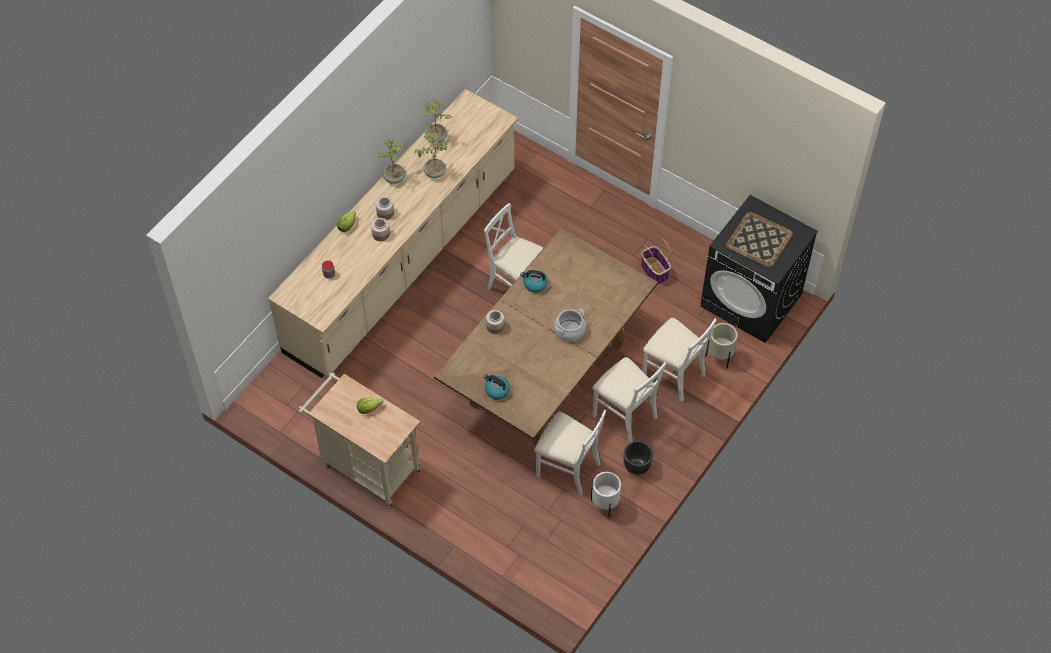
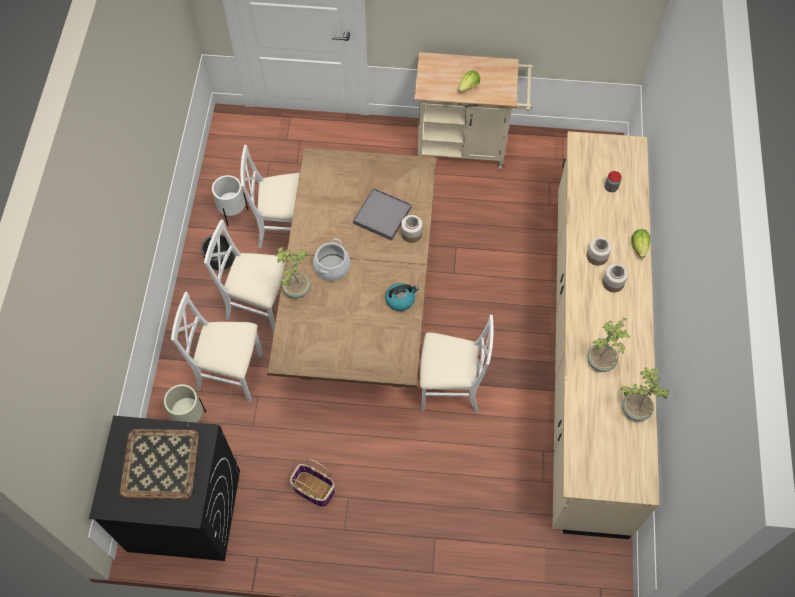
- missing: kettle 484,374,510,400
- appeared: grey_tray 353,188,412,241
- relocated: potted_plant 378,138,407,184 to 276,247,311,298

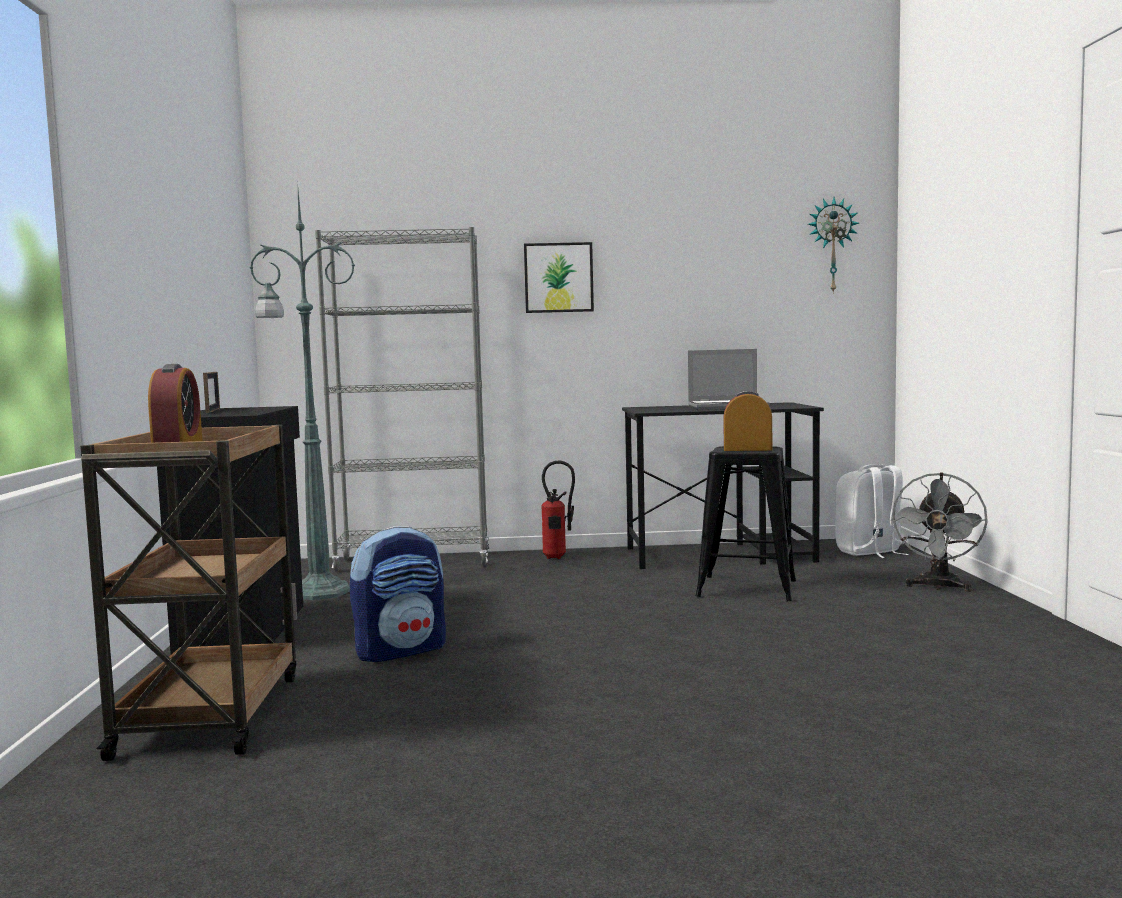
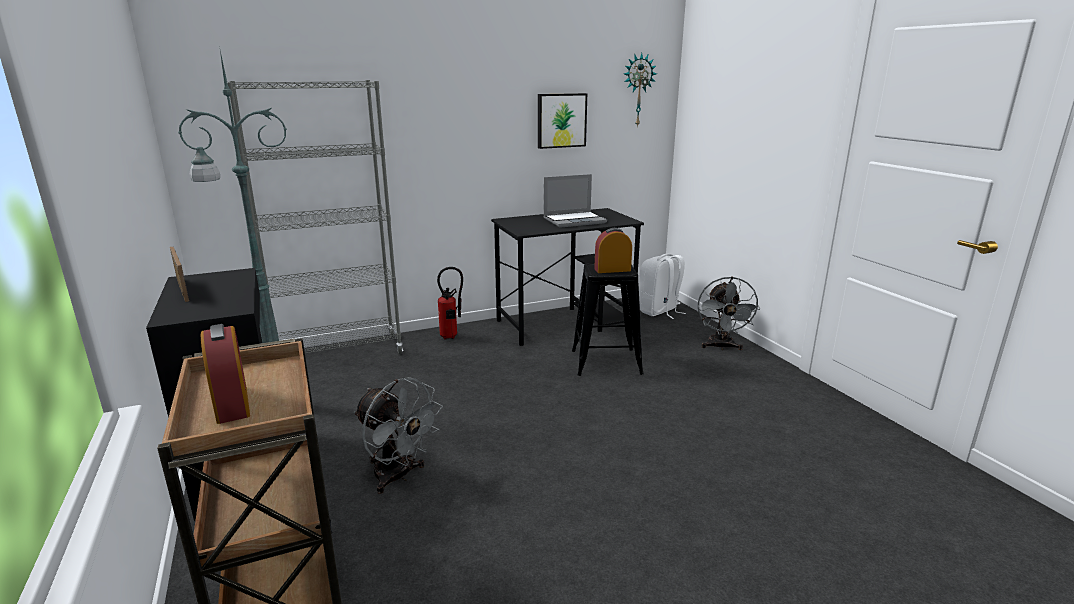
- relocated: picture 524,242,594,313 to 538,93,587,149
- exchanged: backpack 349,526,446,662 to grey_fan 354,377,443,494

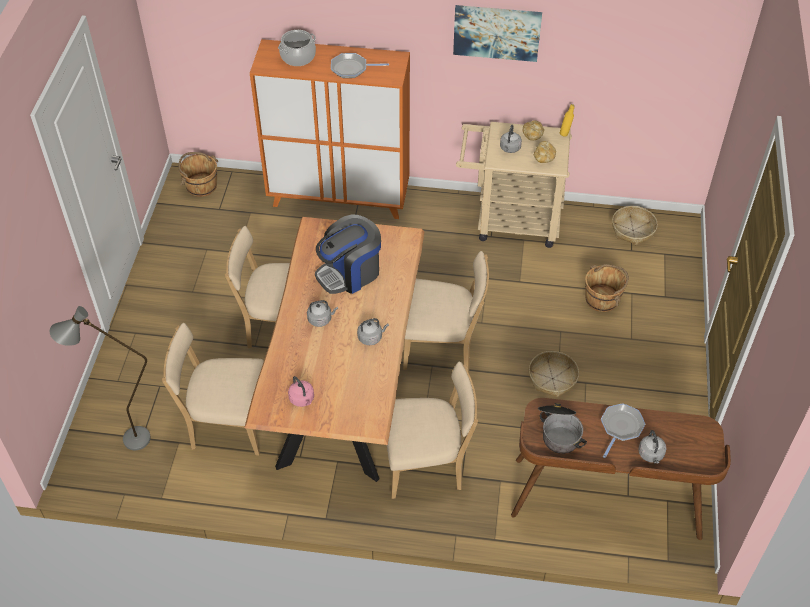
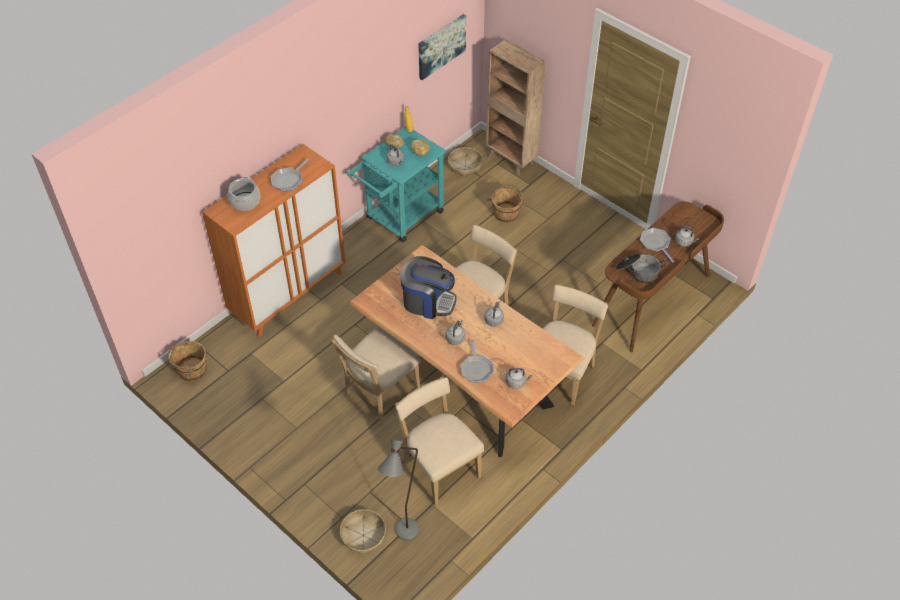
- appeared: frying_pan 461,339,494,383
- appeared: brown_bookcase 486,39,546,176
- relocated: picture 453,5,542,62 to 418,14,466,80
- relocated: basket 529,351,579,398 to 340,509,386,555
- colour: pink_kettle 288,376,314,407 to grey_kettle 505,368,533,389
- colour: beige_cart 456,122,572,248 to turquoise_cart 347,126,447,242
- spun: beige_chair 162,323,264,456 = 395,377,484,506 105 degrees clockwise
- spun: coffee_machine 315,215,381,294 = 400,256,456,319 75 degrees counterclockwise

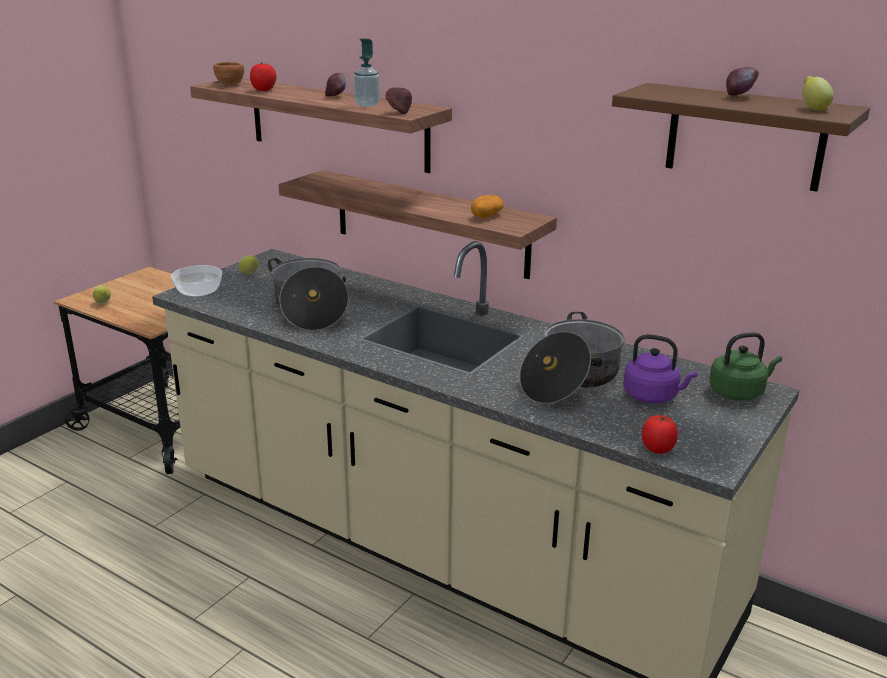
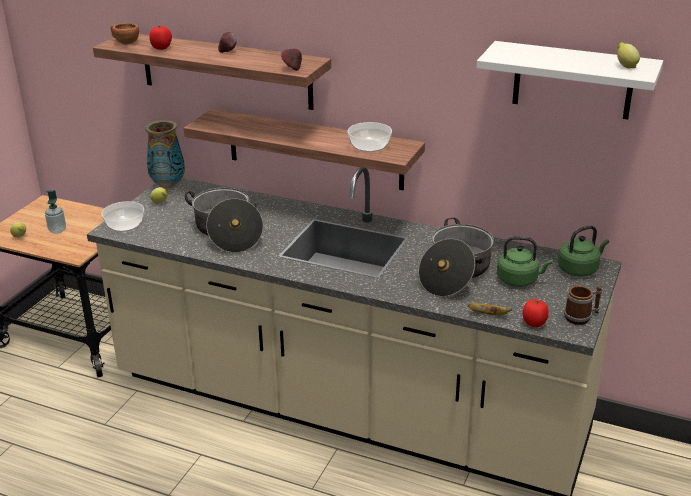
- missing: apple 726,67,759,96
- appeared: vase 145,120,185,188
- appeared: banana 468,303,512,315
- appeared: mug 564,286,602,325
- relocated: soap_dispenser 354,39,380,107 to 45,190,66,234
- exchanged: potato 471,195,504,218 to bowl 347,122,392,152
- colour: brown_shelf 612,83,870,192 to white_shelf 477,41,663,120
- colour: purple_kettle 623,334,698,404 to green_kettle 497,236,553,287

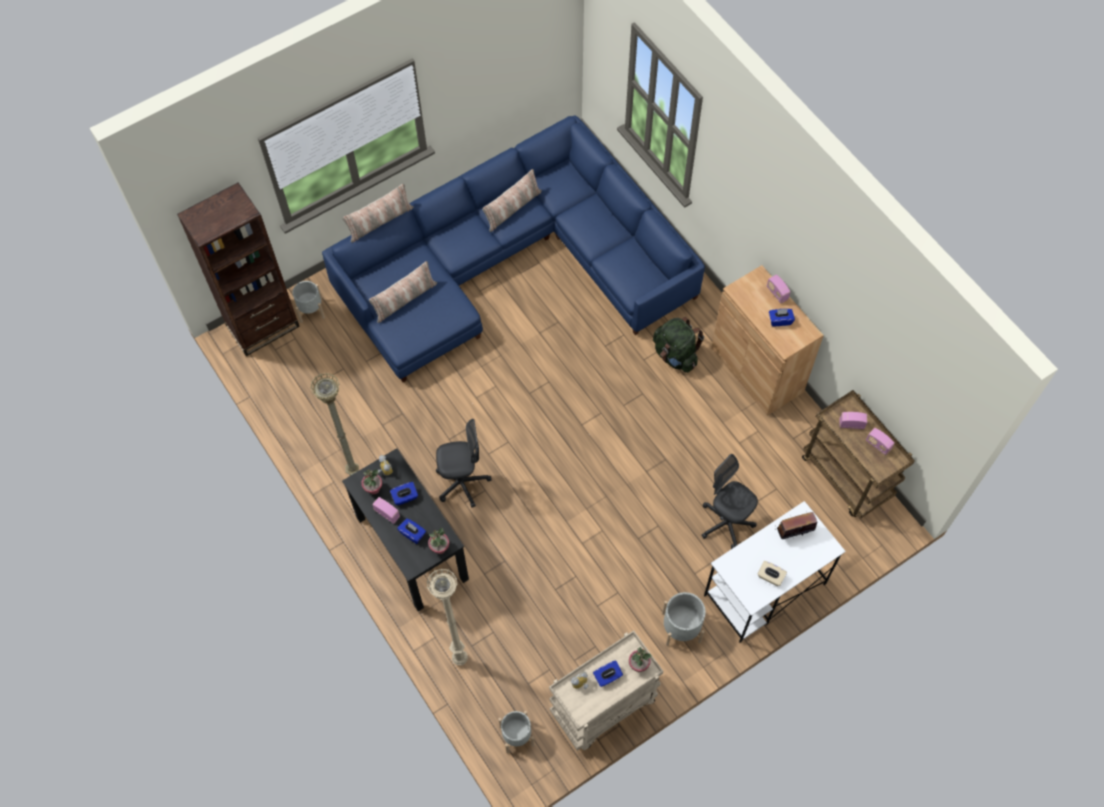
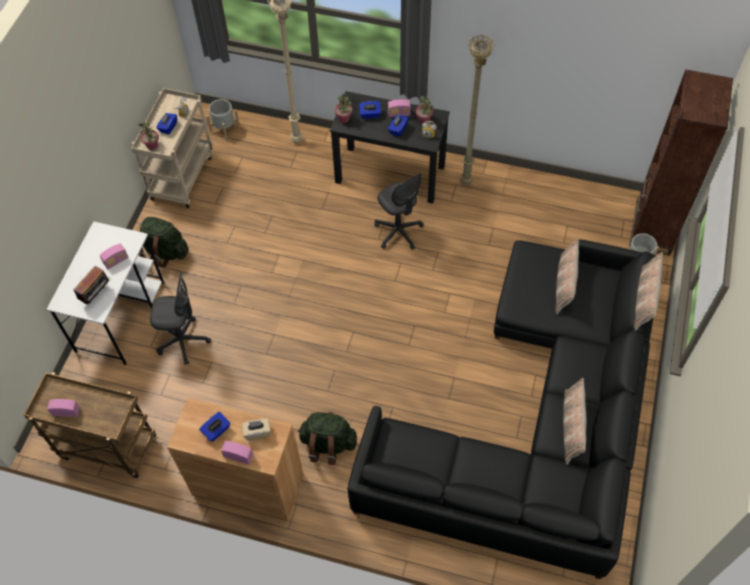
- relocated: beige_tissue_box 757,561,787,586 to 242,418,271,440
- relocated: radio 839,412,867,429 to 100,244,128,269
- exchanged: grey_planter 662,592,706,646 to green_backpack 139,217,189,268
- colour: blue_sofa 322,115,705,382 to black_sofa 348,240,657,579
- spun: grey_office_chair 436,419,492,508 = 374,173,424,250 75 degrees counterclockwise

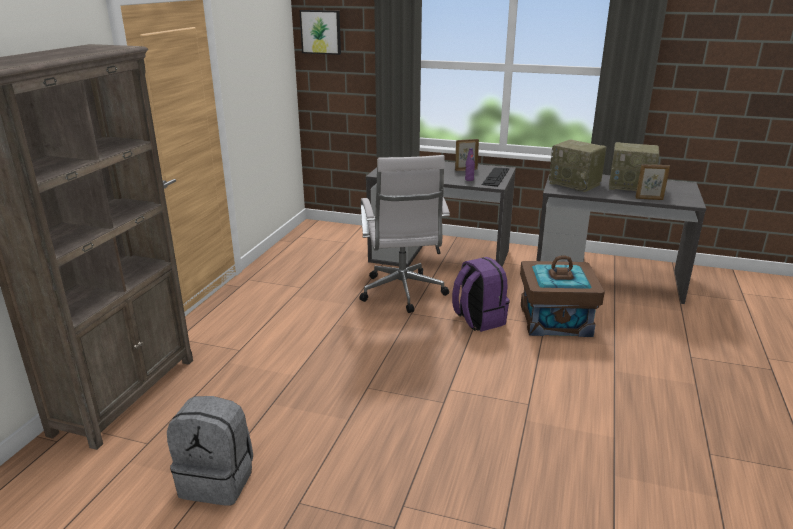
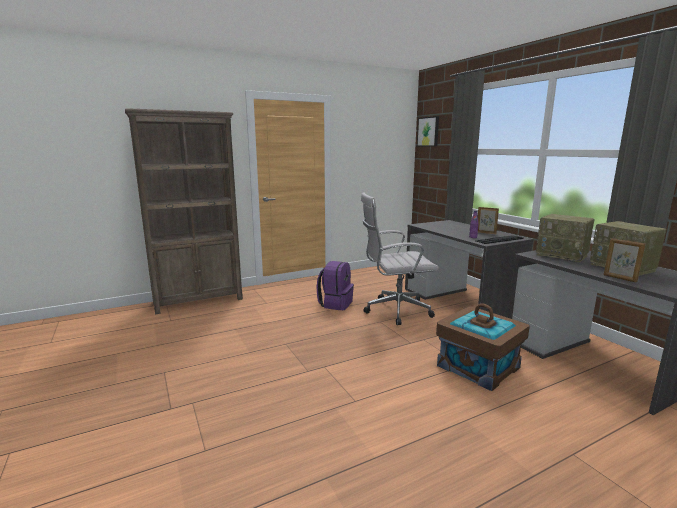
- missing: grey_backpack 167,396,253,506
- relocated: purple_backpack 452,257,510,332 to 317,261,354,310
- spun: white_office_chair 359,155,450,313 = 361,192,439,325 45 degrees clockwise
- spun: radio 549,139,606,192 = 536,214,595,263 45 degrees counterclockwise

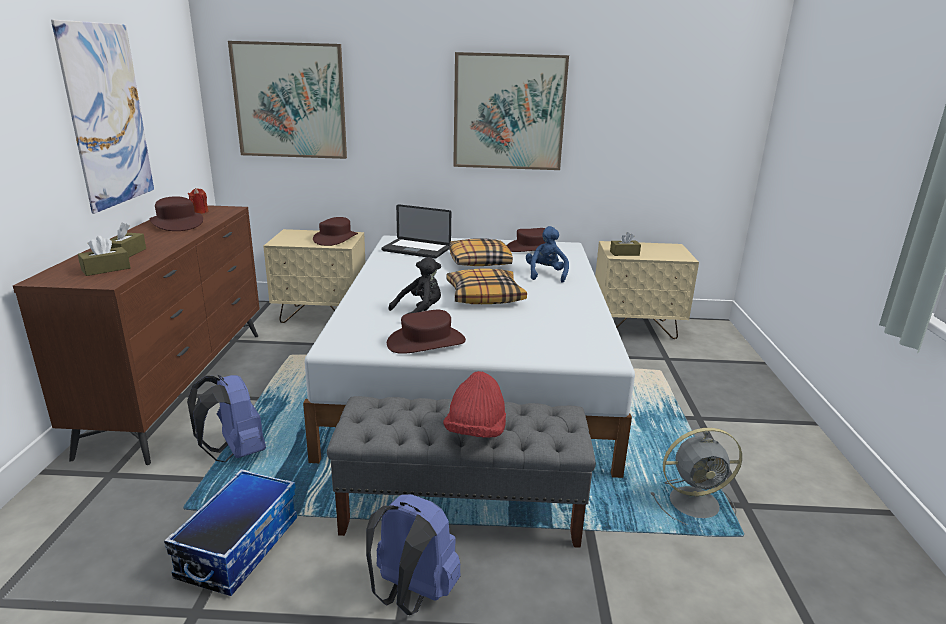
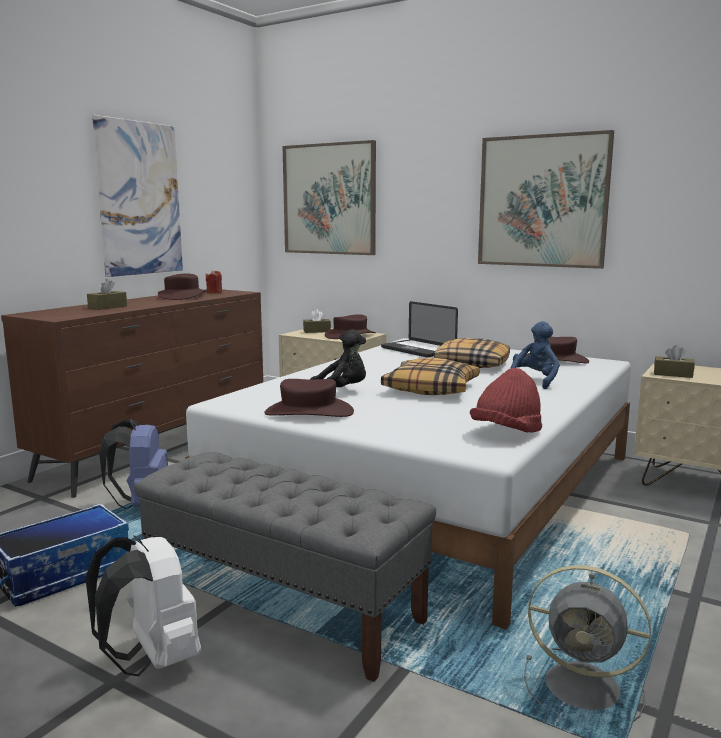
- relocated: brown_tissue_box 78,236,131,276 to 303,309,331,333
- relocated: red_hat 443,371,506,438 to 470,368,542,433
- colour: blue_backpack 366,494,461,615 to white_backpack 85,535,201,676

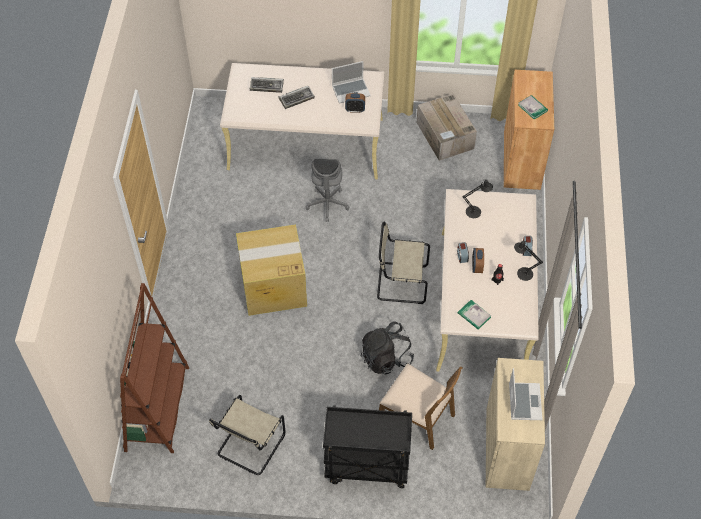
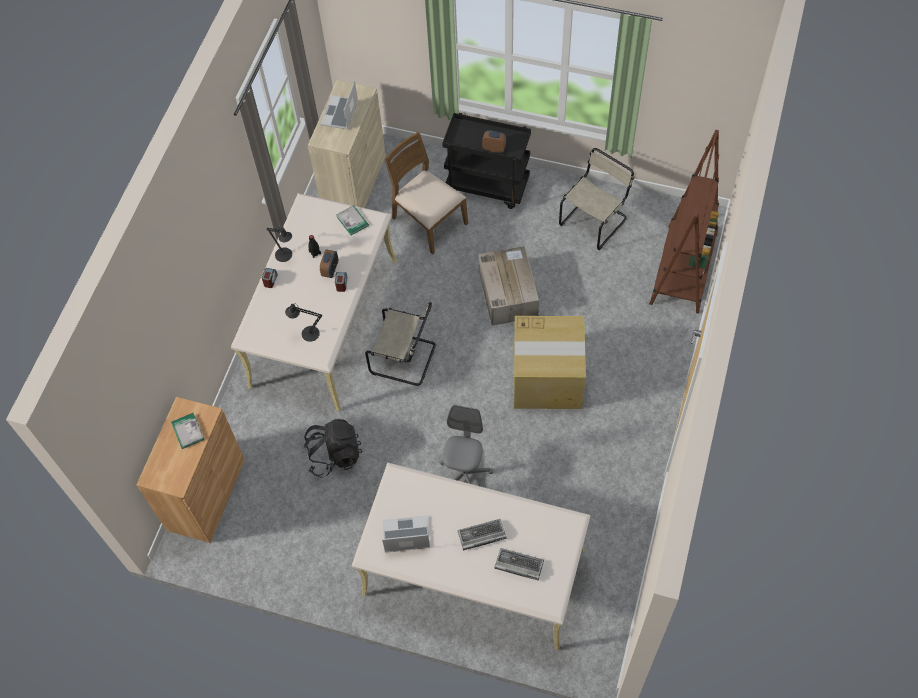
- relocated: alarm_clock 345,93,365,113 to 482,130,506,153
- relocated: black_backpack 361,321,414,375 to 304,419,362,477
- relocated: cardboard_box 417,94,477,161 to 479,246,539,325

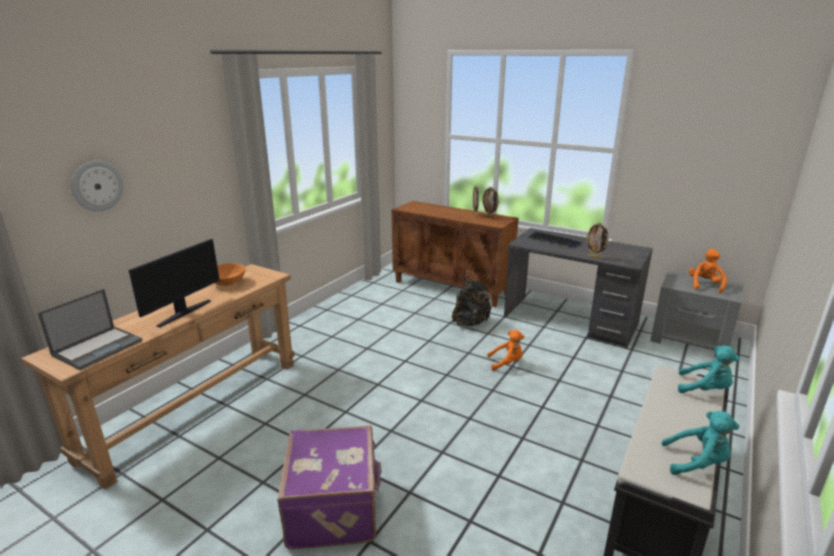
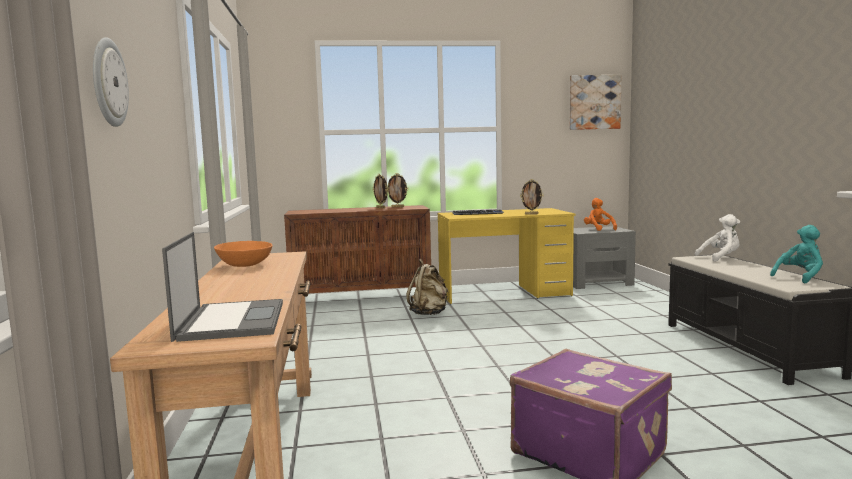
- missing: monitor 129,239,220,327
- missing: orange_plush_toy 487,330,525,371
- appeared: picture 570,75,622,130
- colour: black_backpack 452,276,491,326 to beige_backpack 406,259,449,315
- colour: grey_desk 504,228,653,349 to yellow_desk 437,208,575,304
- colour: turquoise_plush_toy 678,346,740,393 to white_plush_toy 695,214,740,262

